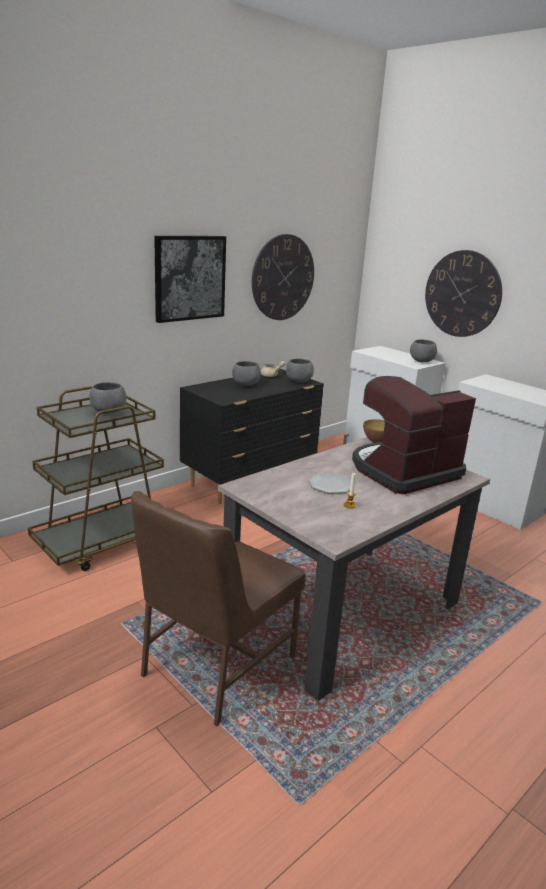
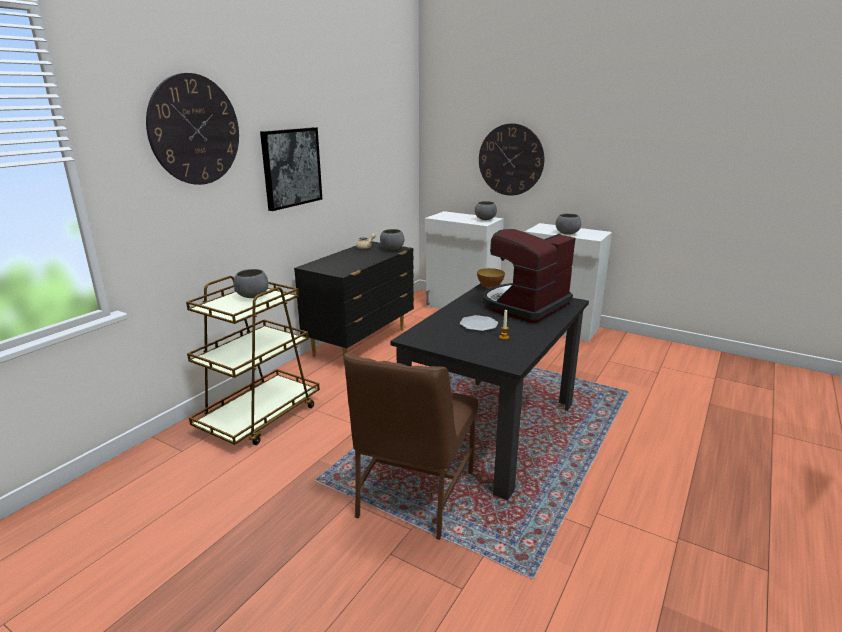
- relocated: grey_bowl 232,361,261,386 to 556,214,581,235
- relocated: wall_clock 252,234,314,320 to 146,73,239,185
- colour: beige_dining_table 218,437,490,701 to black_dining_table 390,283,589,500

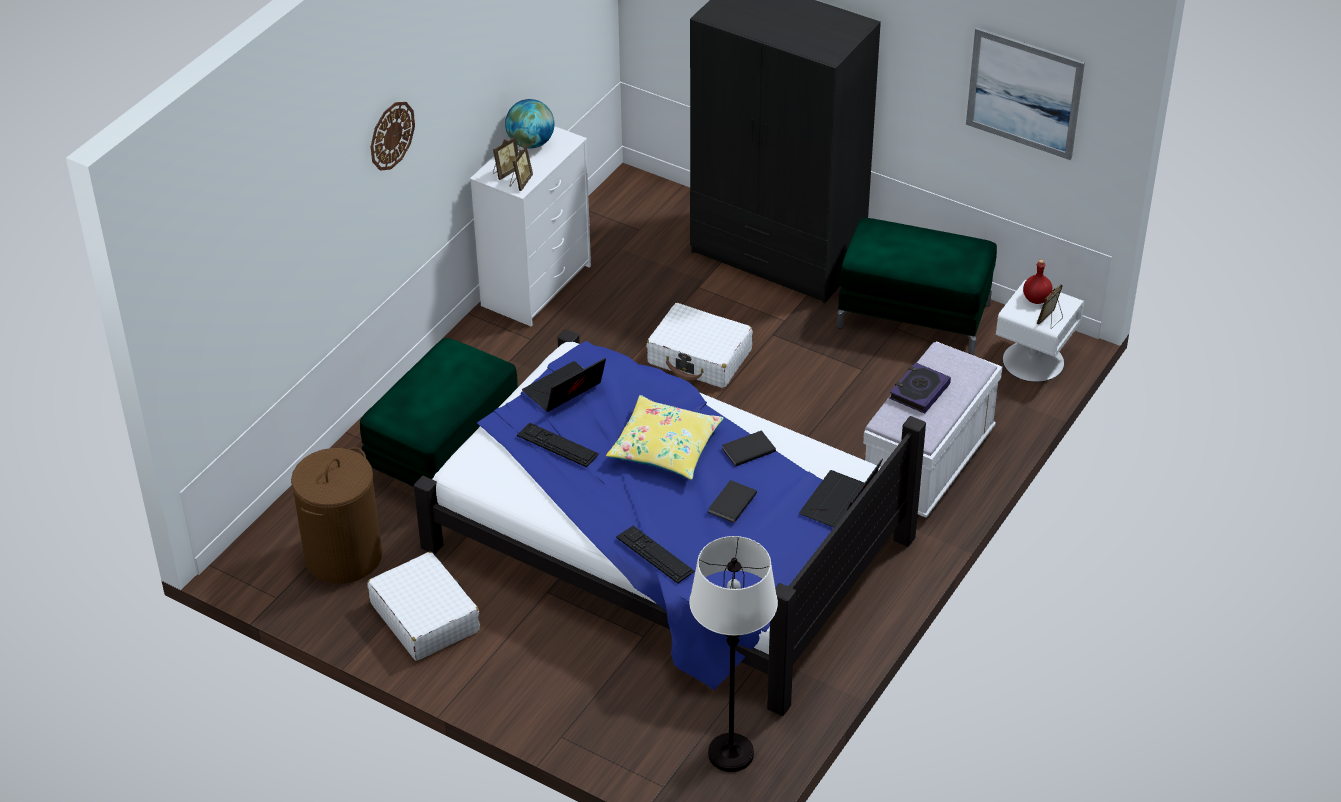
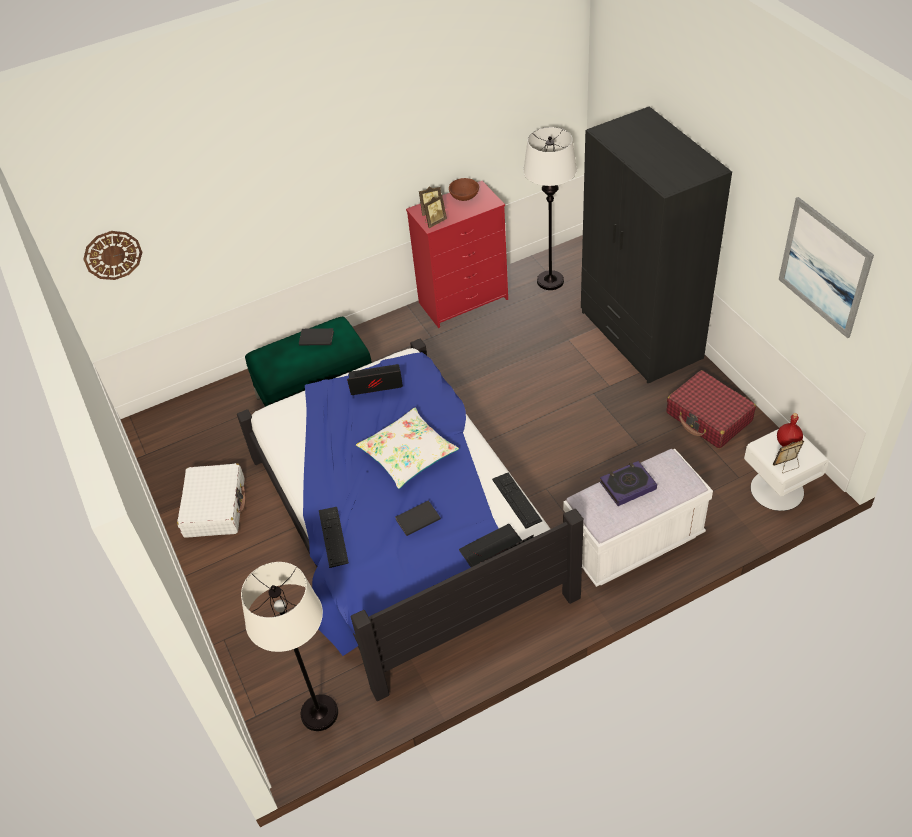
- missing: brown_laundry_basket 291,447,382,584
- missing: white_suitcase 647,303,753,388
- appeared: white_floor_lamp 523,127,577,290
- relocated: wall_clock 370,102,415,171 to 83,231,142,280
- relocated: keyboard 517,423,599,467 to 492,473,542,529
- relocated: black_book 722,430,776,467 to 299,328,334,345
- exchanged: globe 505,99,554,149 to brown_bowl 449,178,479,201
- exchanged: green_ottoman 837,218,997,355 to red_suitcase 666,370,756,449
- colour: white_dresser 470,126,591,326 to red_dresser 406,181,508,328
- colour: yellow_pillow 606,395,724,480 to white_pillow 356,408,459,489

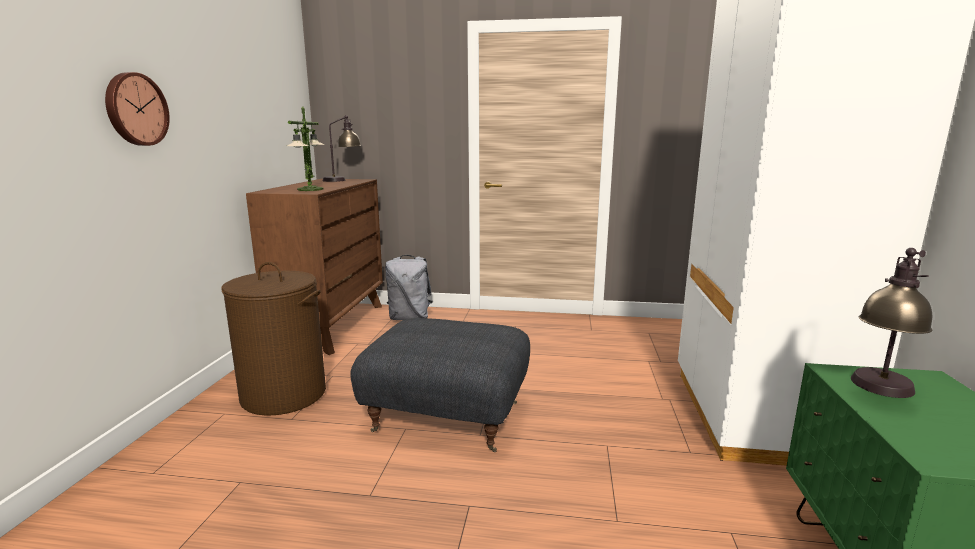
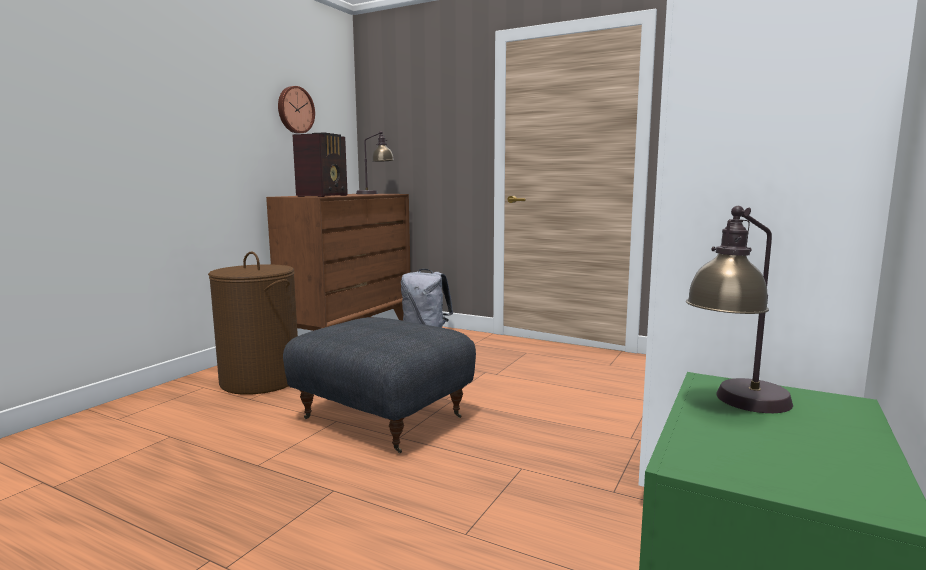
- relocated: wall_clock 105,72,170,146 to 278,86,315,134
- exchanged: table_lamp 287,106,325,191 to radio 292,132,348,197

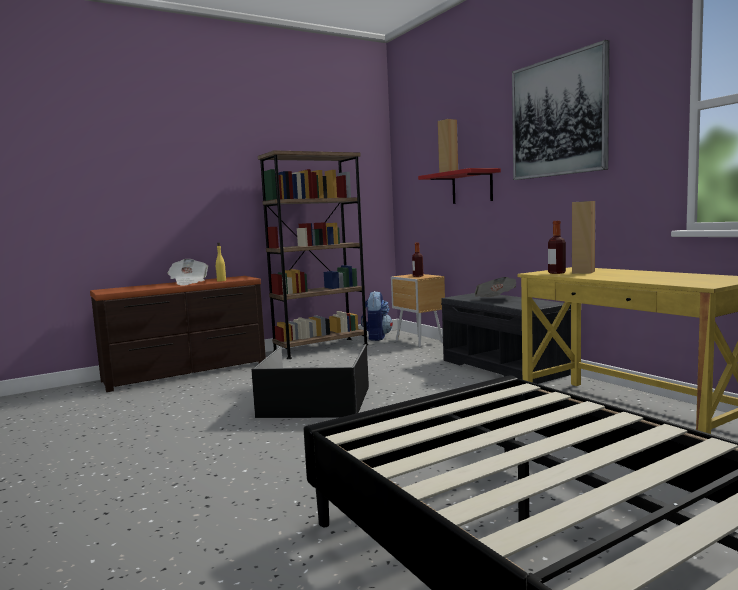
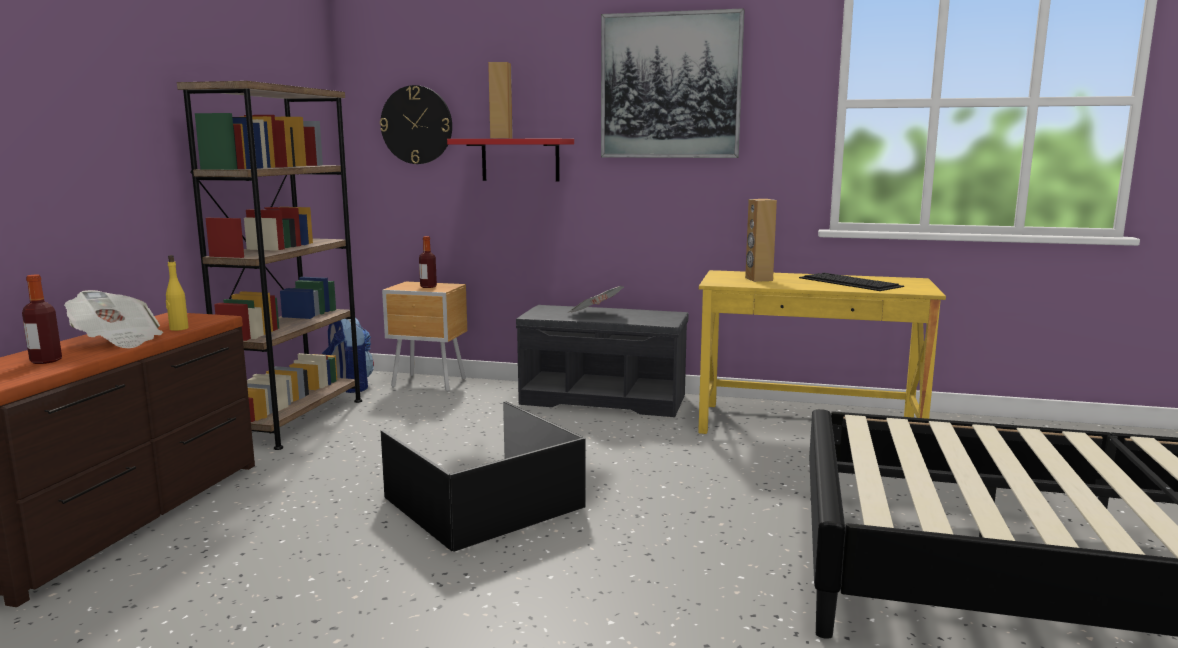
- appeared: wall_clock 380,85,452,164
- appeared: keyboard 799,273,904,291
- relocated: bottle 548,221,566,274 to 22,275,62,364

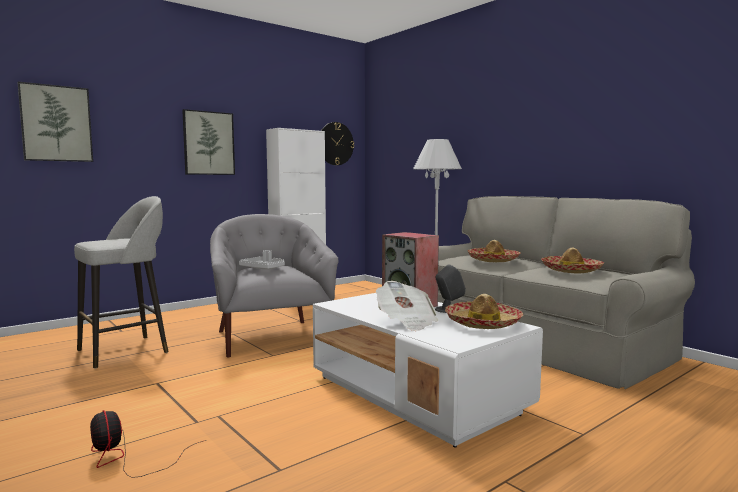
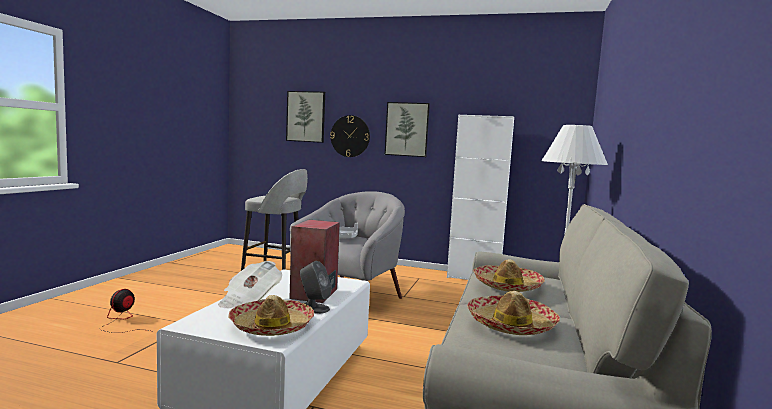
- relocated: wall_clock 321,122,354,165 to 330,115,370,157

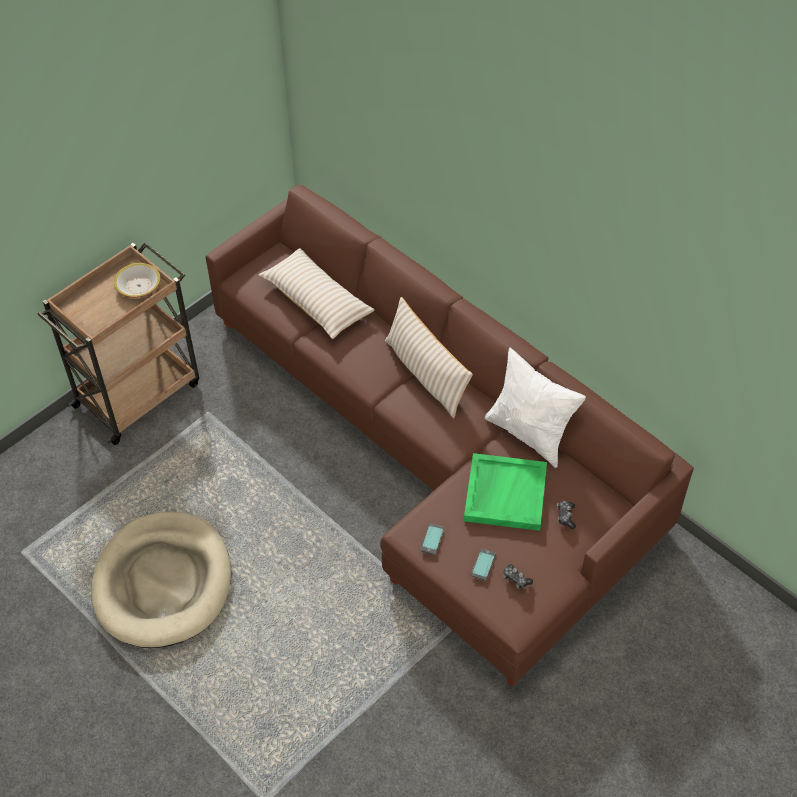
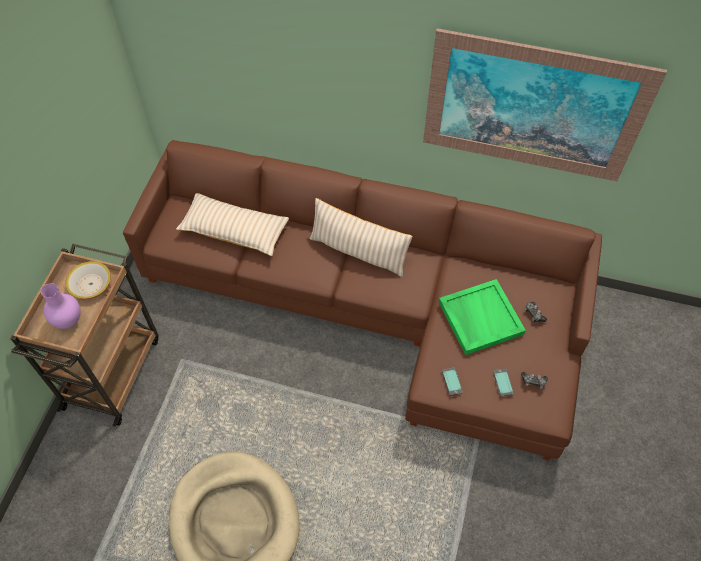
- missing: white_pillow 485,348,586,468
- appeared: purple_vase 41,283,81,329
- appeared: picture 423,28,667,181

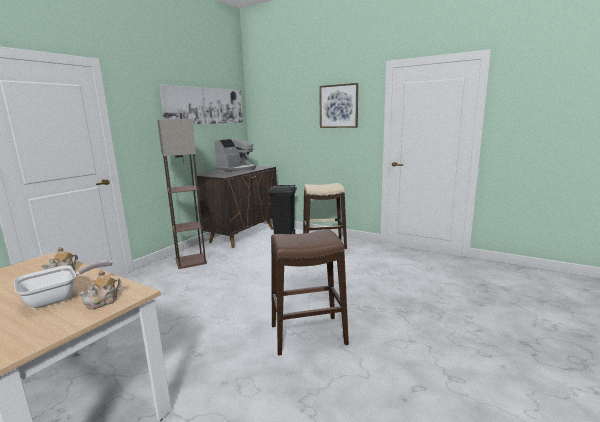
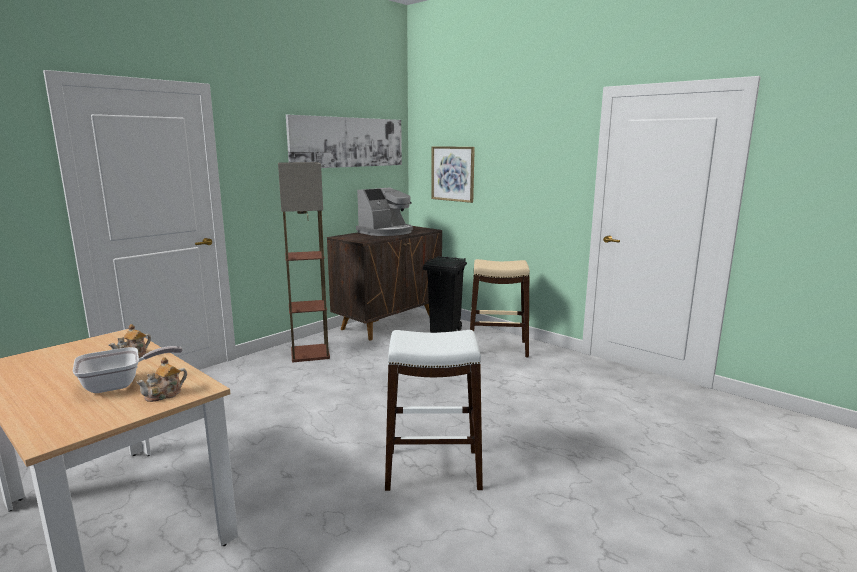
- relocated: picture 319,83,358,128 to 431,146,475,203
- colour: brown_stool 271,229,349,356 to white_stool 385,330,483,491

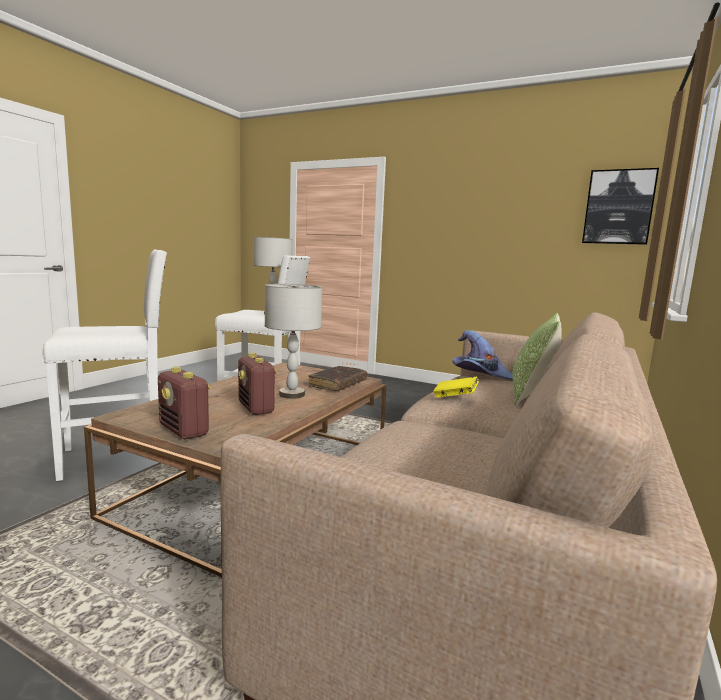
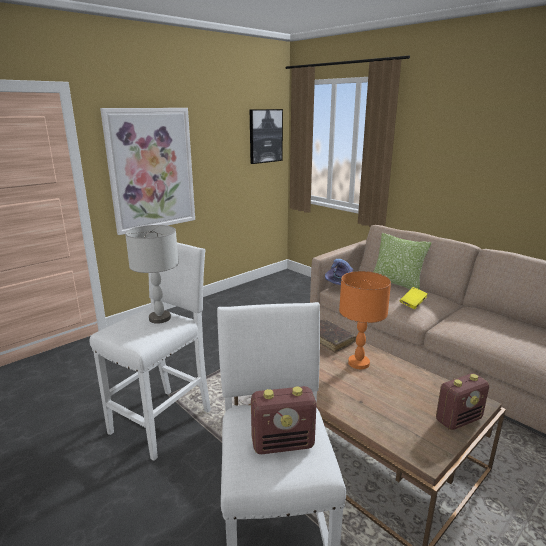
- appeared: picture 100,108,195,235
- relocated: radio 238,353,278,415 to 251,386,316,454
- colour: grey_table_lamp 265,284,322,399 to orange_table_lamp 339,271,391,369

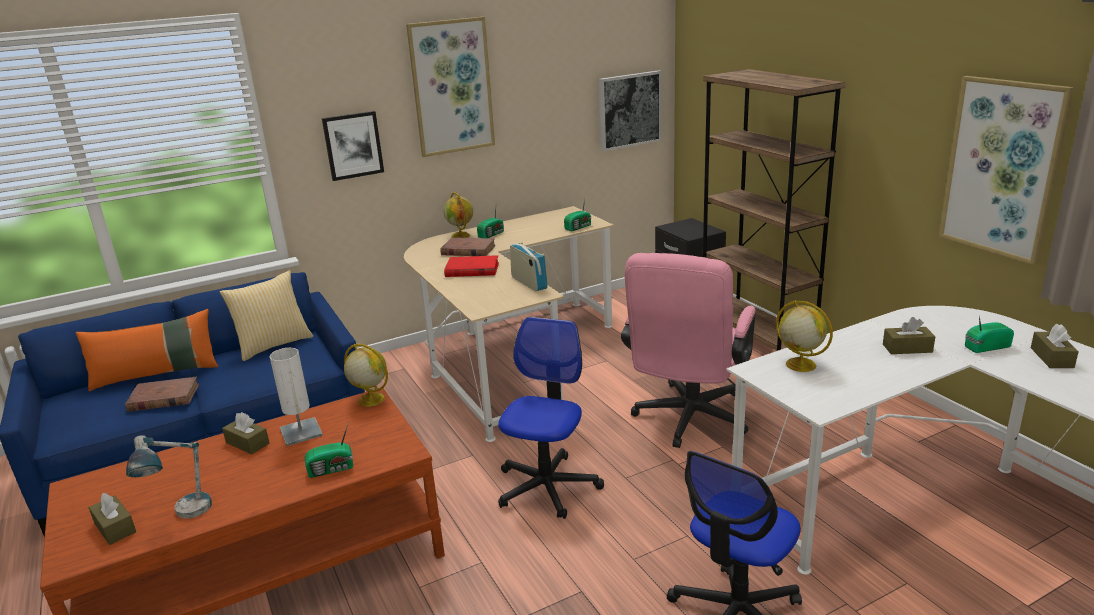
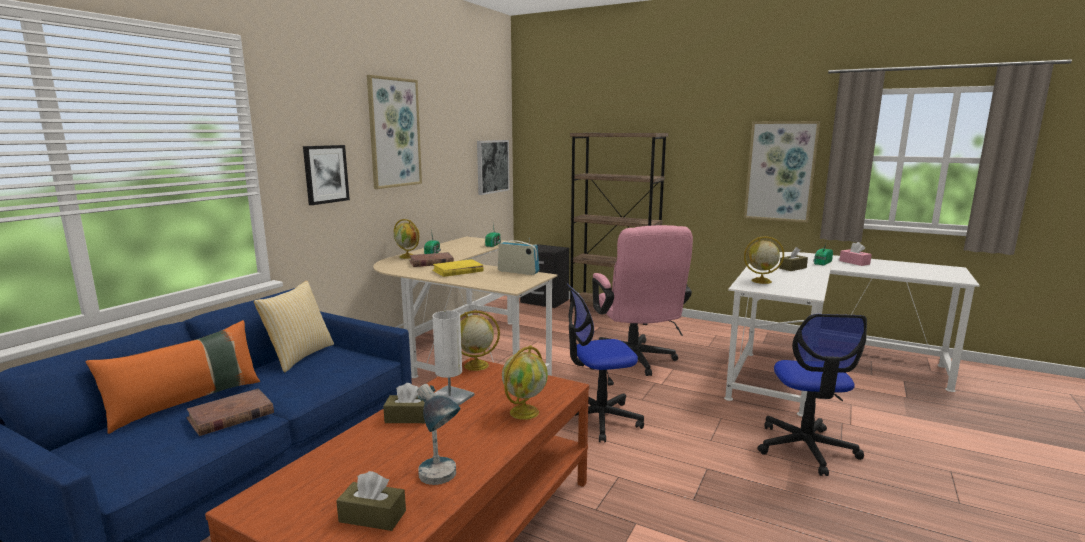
- exchanged: radio 305,421,353,478 to globe 502,345,548,420
- colour: red_book 444,255,499,277 to yellow_book 433,259,484,277
- colour: brown_tissue_box 1031,324,1079,368 to pink_tissue_box 839,242,872,266
- spun: office_chair 498,317,604,519 = 567,284,644,443 90 degrees counterclockwise

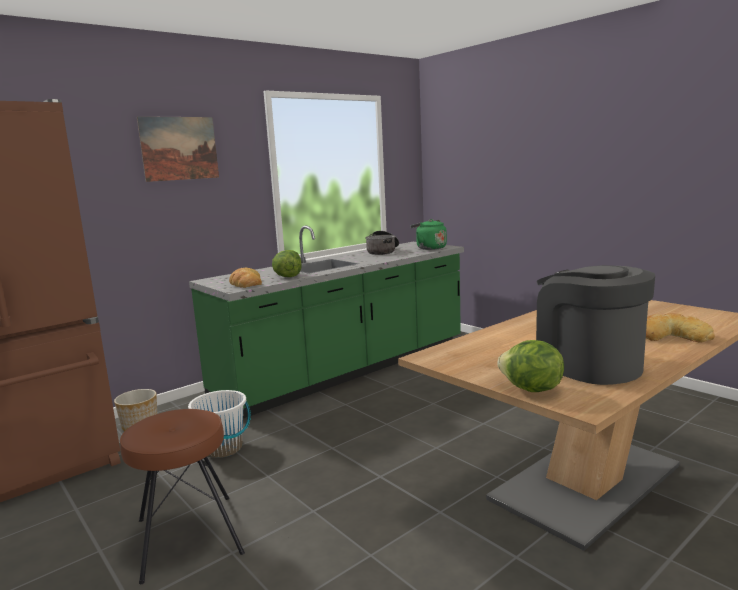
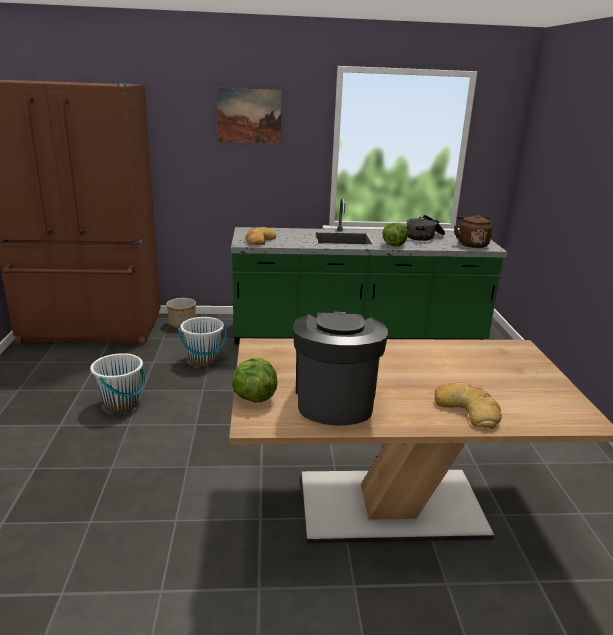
- relocated: lettuce 272,250,302,277 to 382,223,408,246
- exchanged: brown_stool 120,409,245,584 to white_bucket 90,353,145,413
- colour: green_kettle 410,219,447,250 to brown_kettle 454,215,492,248

